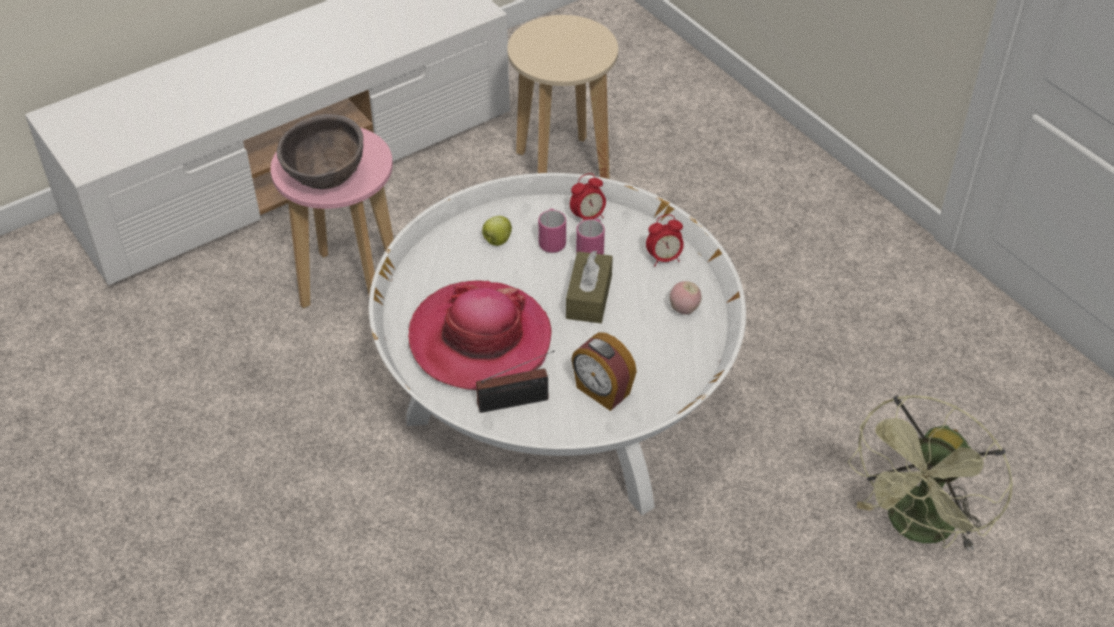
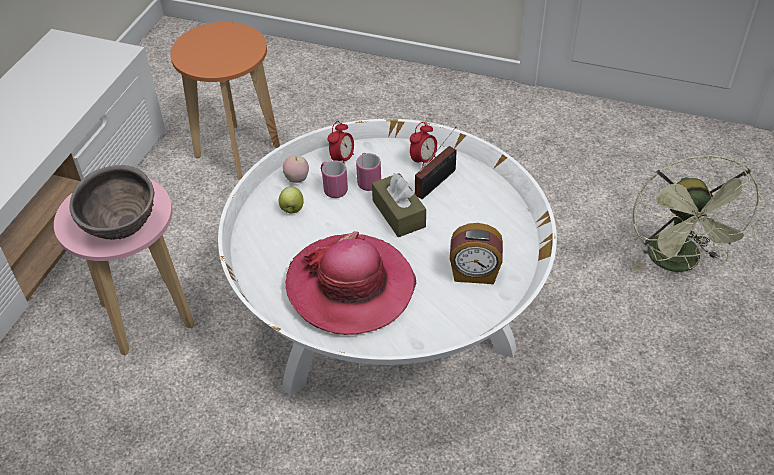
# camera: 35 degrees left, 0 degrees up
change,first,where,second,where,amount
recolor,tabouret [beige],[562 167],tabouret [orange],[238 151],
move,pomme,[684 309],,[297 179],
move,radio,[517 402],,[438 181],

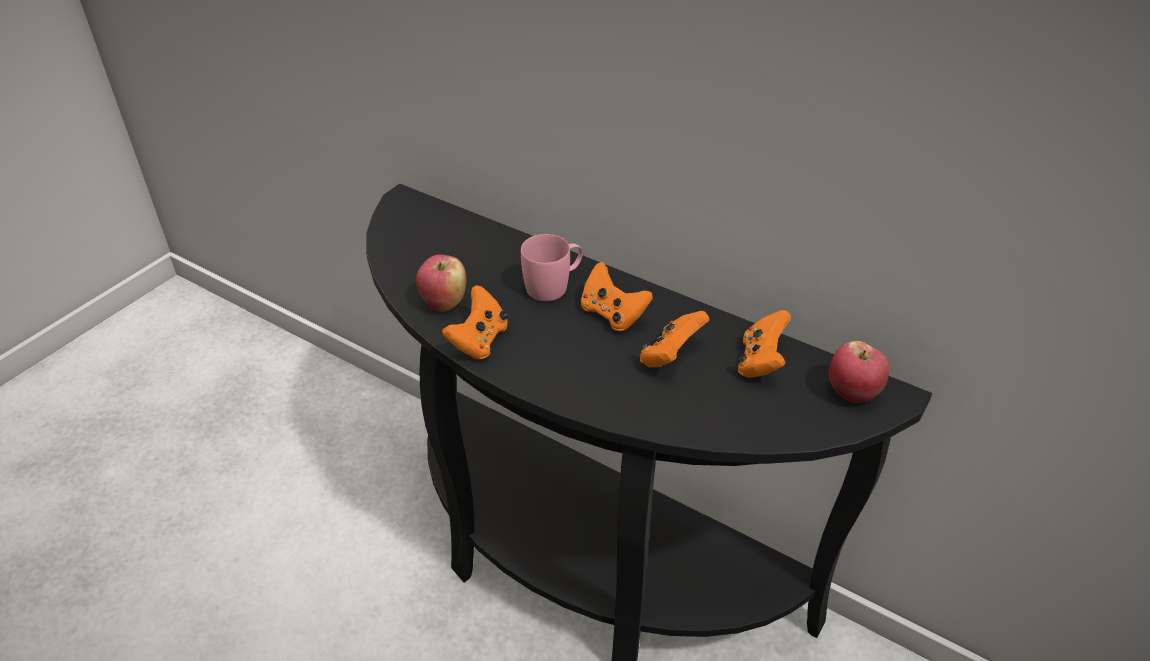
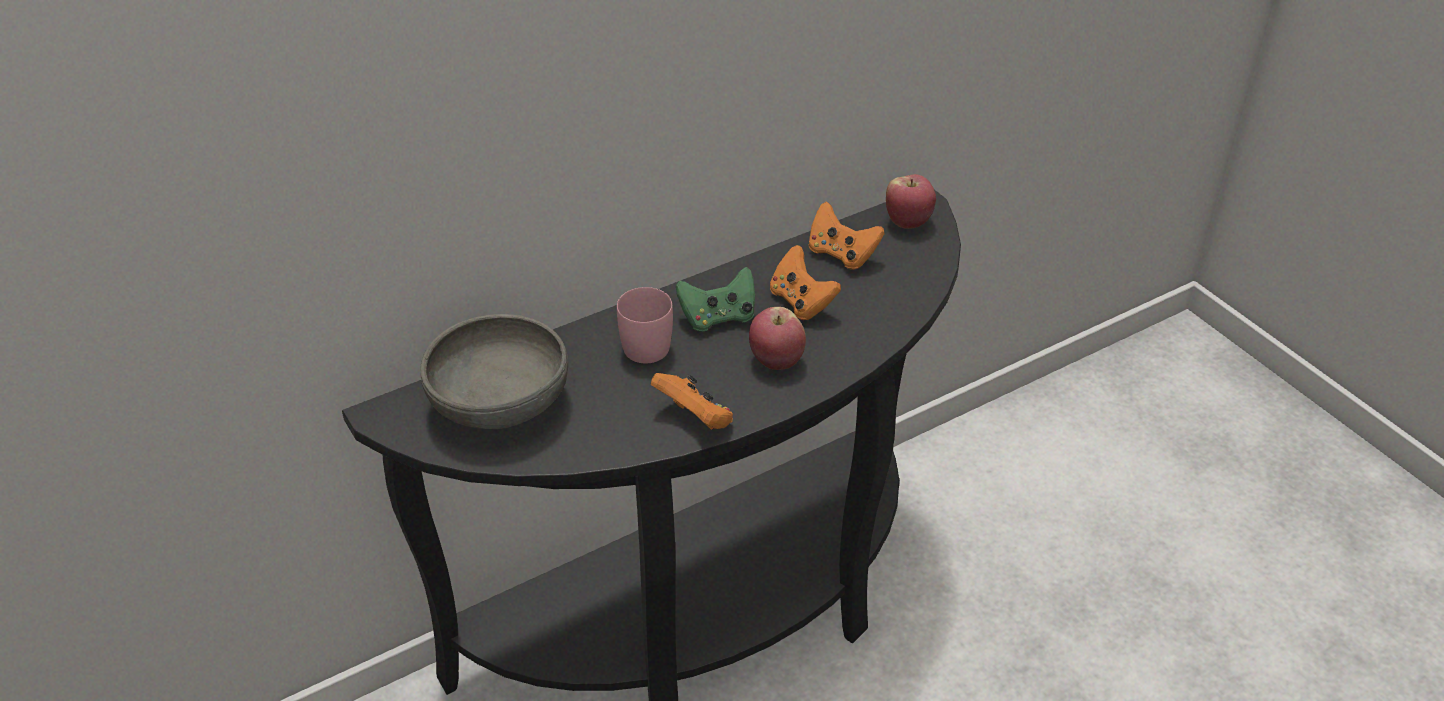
# camera: 65 degrees left, 0 degrees up
change,first,where,second,where,amount
move,pomme,[444 303],,[776 361],
recolor,manette [orange],[612 314],manette [vert],[718 318],
insert,,,bol [gris],[499 403],

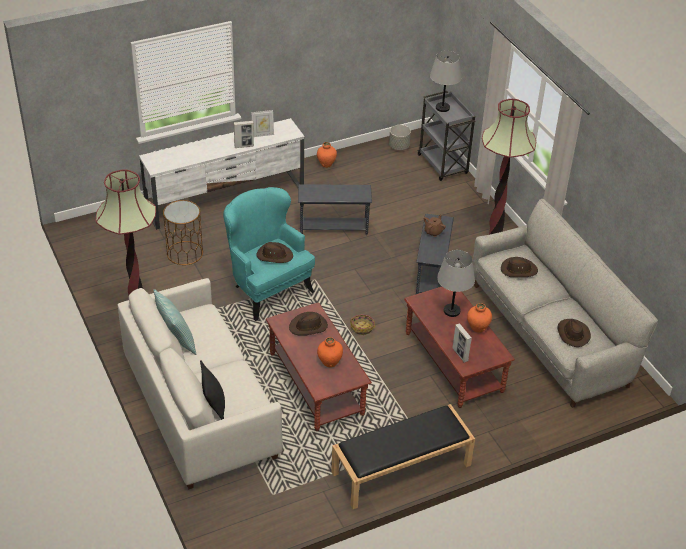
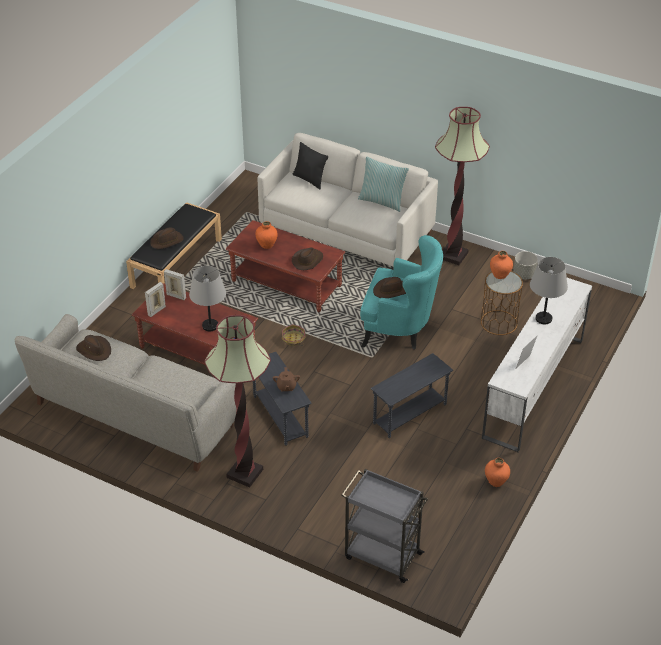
# camera: 145 degrees right, 0 degrees up
change,first,where,second,where,amount
move,lampe de table [gris],[442 108],,[543 319],
move,cadre photo,[244 146],,[156 311],
move,cache-pot [gris],[399 146],,[524 274],
move,chapeau [marron],[518 270],,[167 241],
move,vase [orange],[477 328],,[500 275],

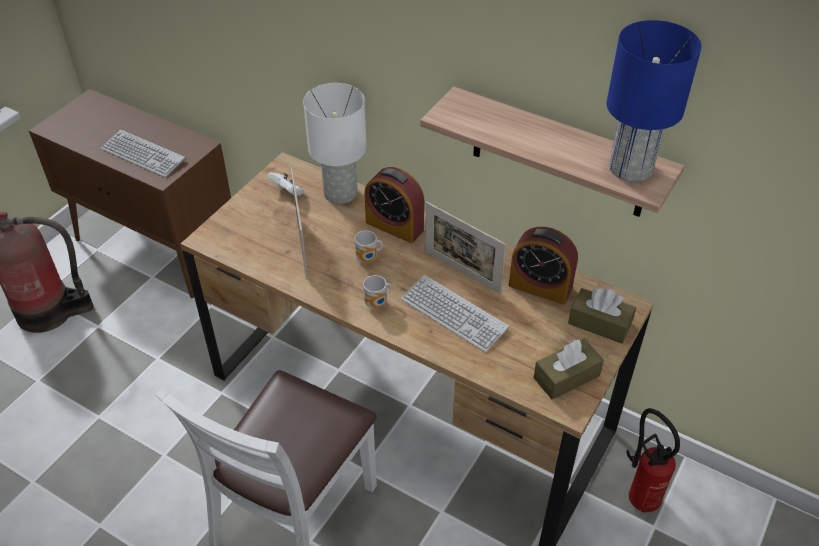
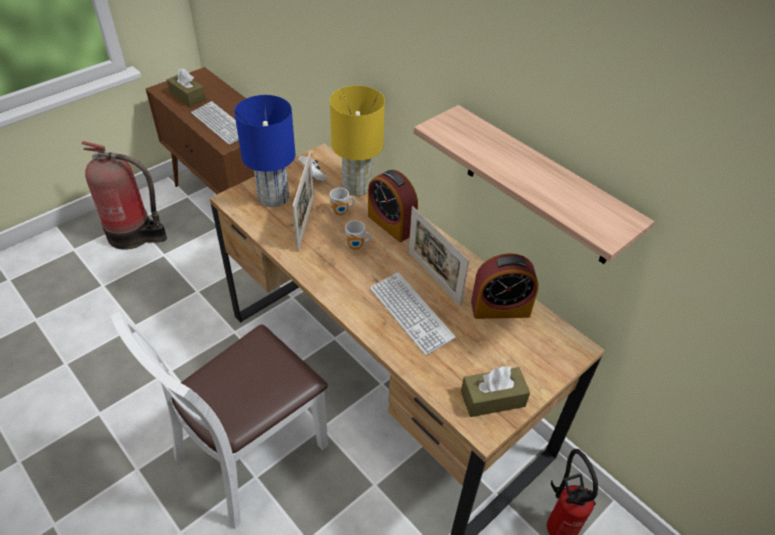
# camera: 15 degrees right, 0 degrees up
change,first,where,second,where,amount
move,lampe de table [bleu],[631 167],,[274 197],
recolor,lampe de table [blanc],[341 193],lampe de table [jaune],[358 186],
rotate,réveil,[540 286],,[500 308],45 degrees counterclockwise
move,mug,[377 304],,[341 213],
move,boîte à mouchoirs [marron],[599 323],,[187 96],

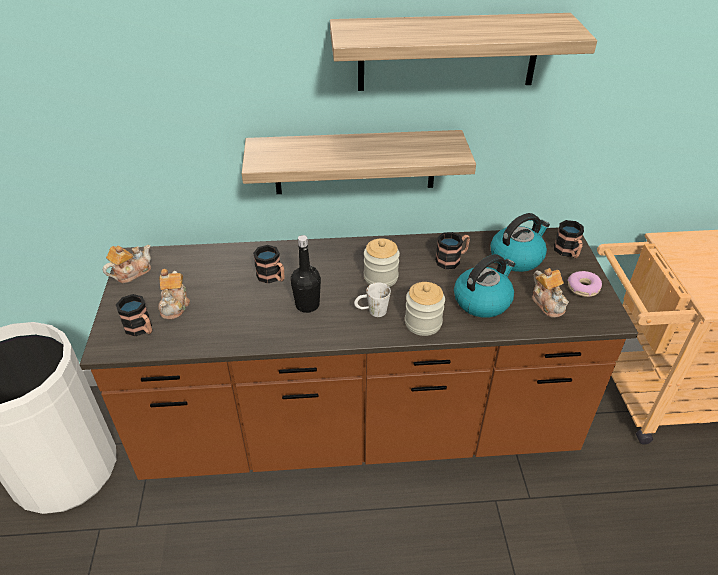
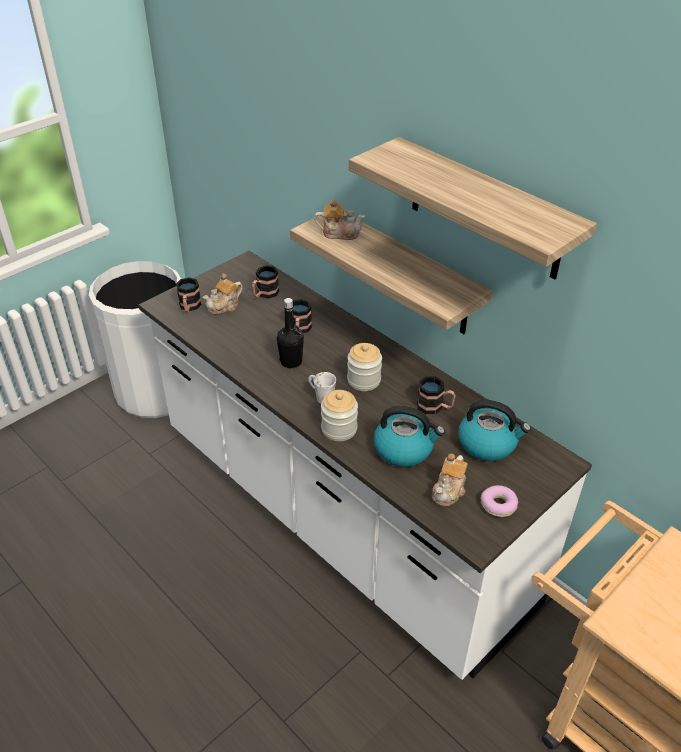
# camera: 50 degrees right, 0 degrees up
change,first,where,second,where,amount
move,mug,[568 252],,[264 294],
recolor,comptoir de cuisine [marron],[359 427],comptoir de cuisine [blanc],[339 516],
move,théière,[131 272],,[340 233],

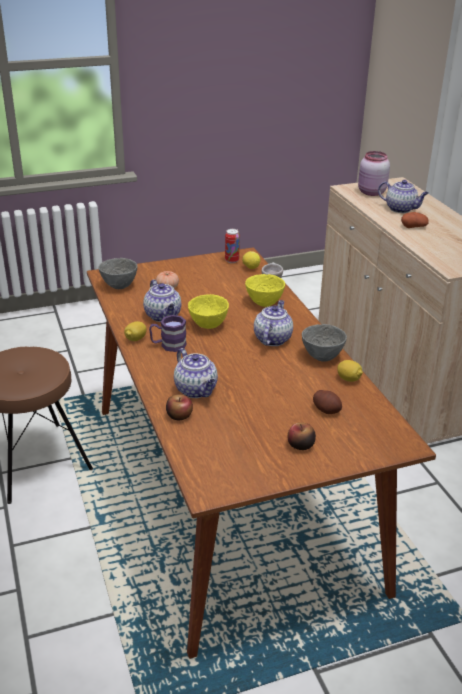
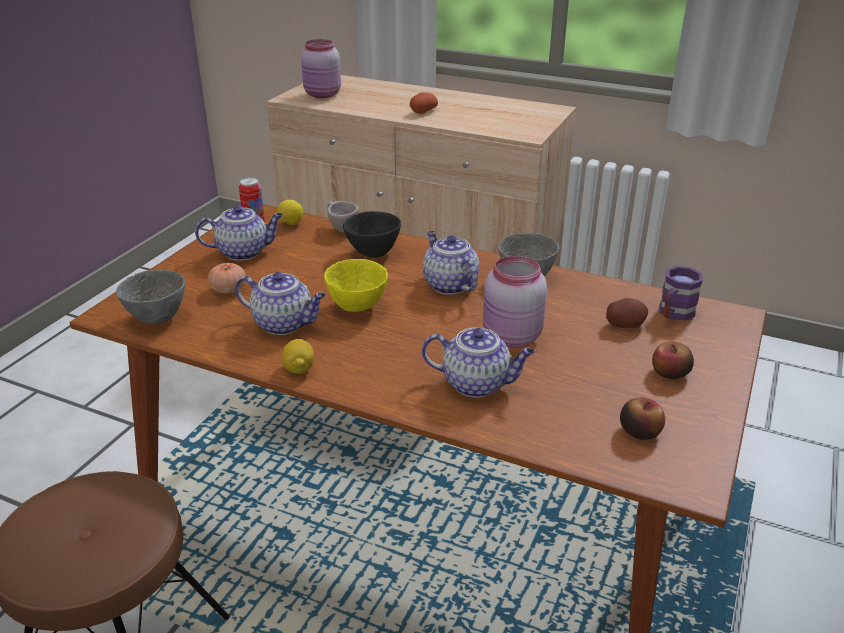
# camera: 45 degrees left, 0 degrees up
change,first,where,second,where,amount
move,théière,[401 209],,[244 252],
recolor,bol [jaune],[264 303],bol [noir],[373 253],
move,mug [violet],[168 345],,[673 314],
delete,citron,[349 379],,,
move,pomme,[179 415],,[640 431],
insert,,,bocal [rose],[510 337],

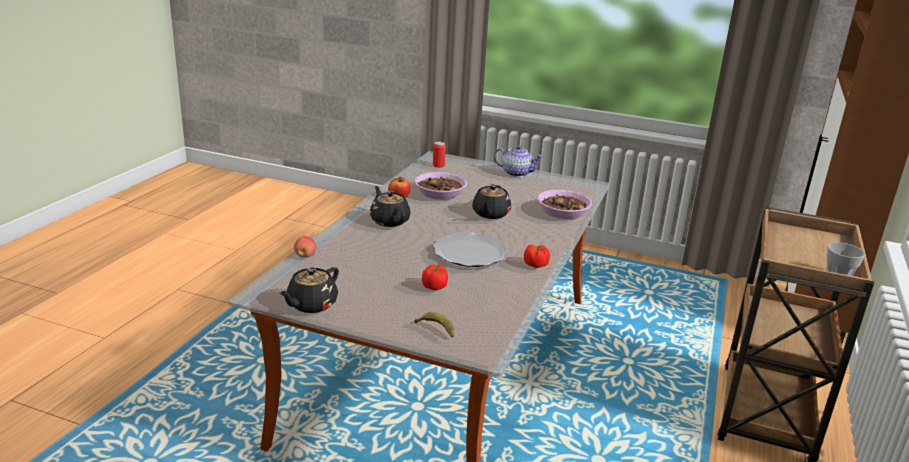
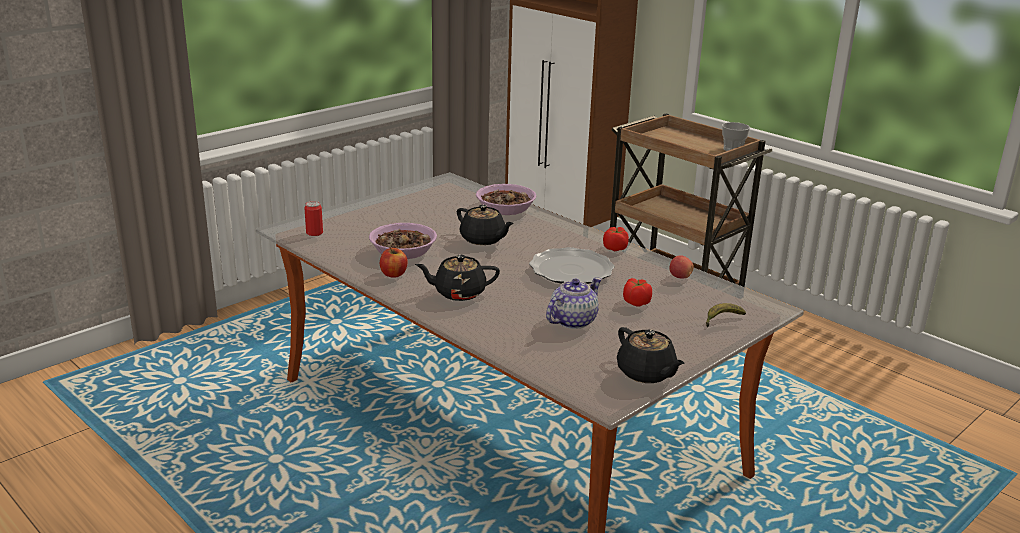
# camera: 65 degrees left, 0 degrees up
change,first,where,second,where,amount
move,théière,[516 173],,[572 321],
move,pomme,[305 256],,[680 277],

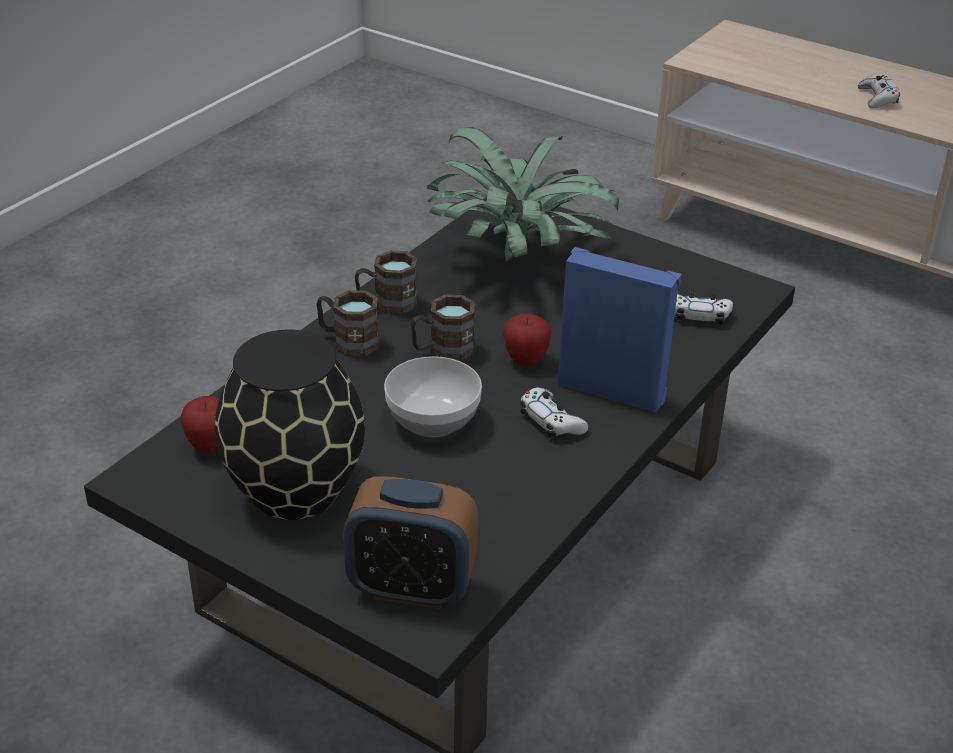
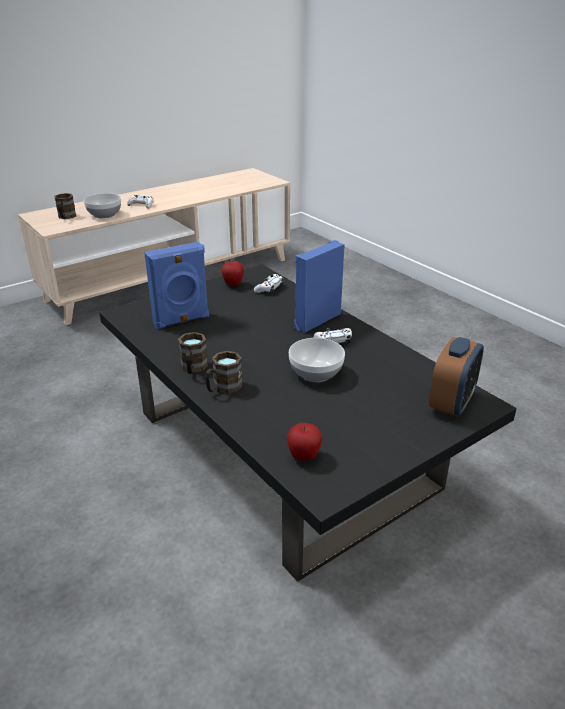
# camera: 70 degrees left, 5 degrees down
change,first,where,second,where,amount
replace,plante en pot,[518 259],enceinte [bleu],[181 321],
move,mug [marron],[442 350],,[66 217],
move,pomme,[525 360],,[233 284],
delete,vase [noir],[295 489],,,
insert,,,bol,[105 215],

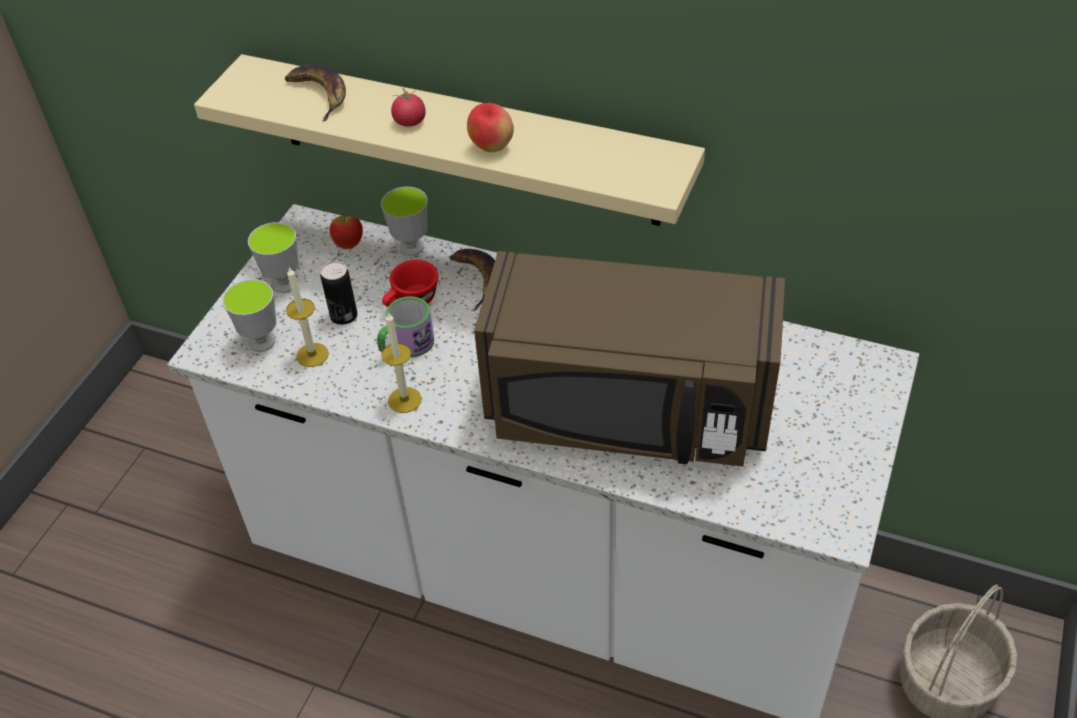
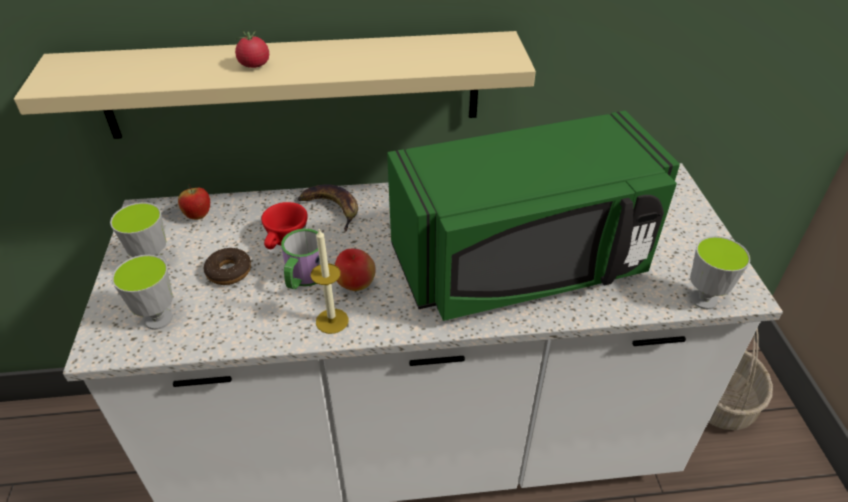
# camera: 30 degrees left, 5 degrees down
change,first,where,second,where,amount
delete,banane,[320 94],,,
move,pomme,[492 147],,[356 285],
move,tasse,[411 247],,[703 299],
recolor,micro-ondes [marron],[628 410],micro-ondes [vert],[524 264],
replace,boîte métallique,[344 316],beignet,[229 271],
delete,bougie,[312 355],,,

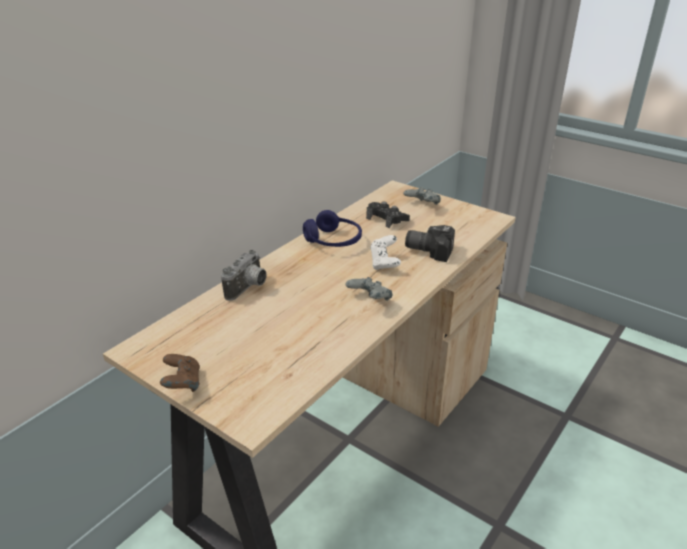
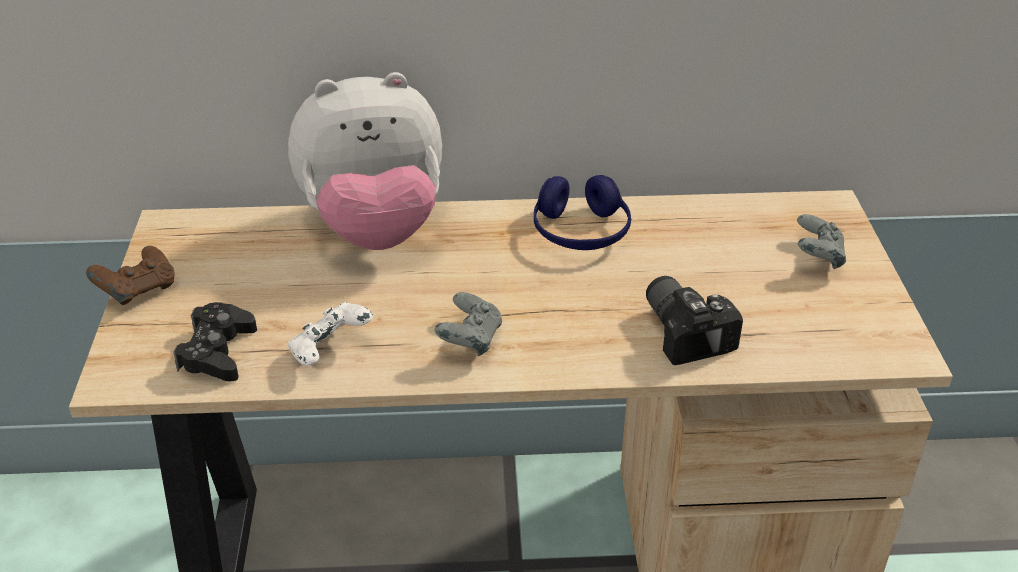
# camera: 50 degrees right, 5 degrees up
change,first,where,second,where,amount
move,manette [noir],[386 219],,[217 352],
move,manette [blanc],[384 263],,[330 351],
replace,appareil photo,[249 288],peluche,[375 230],

